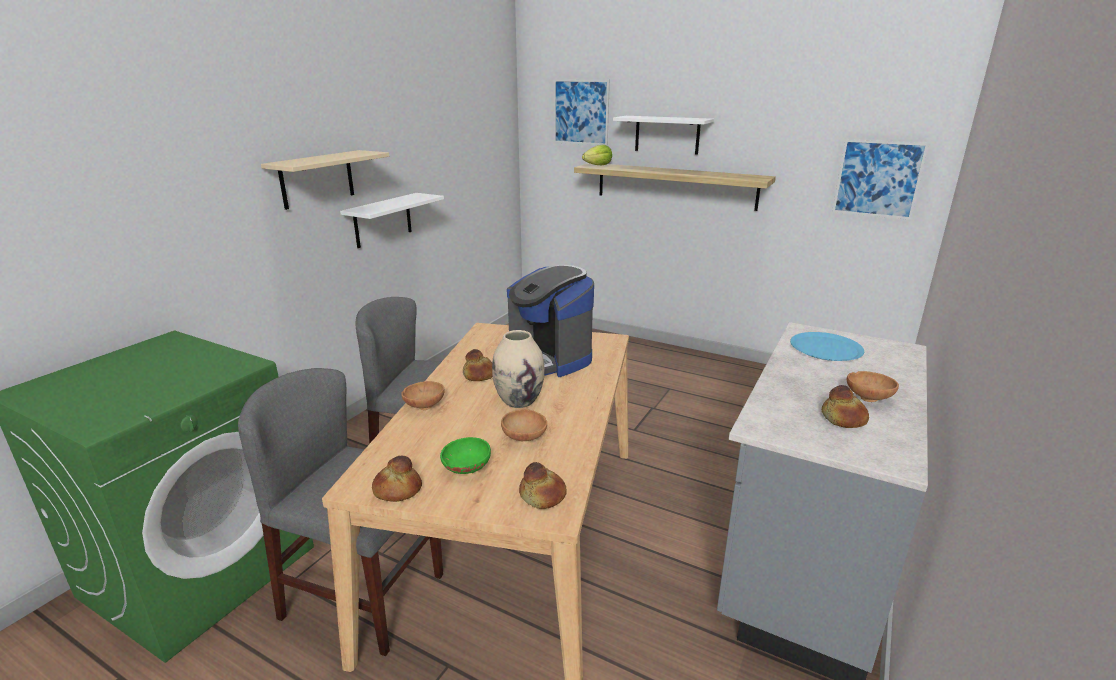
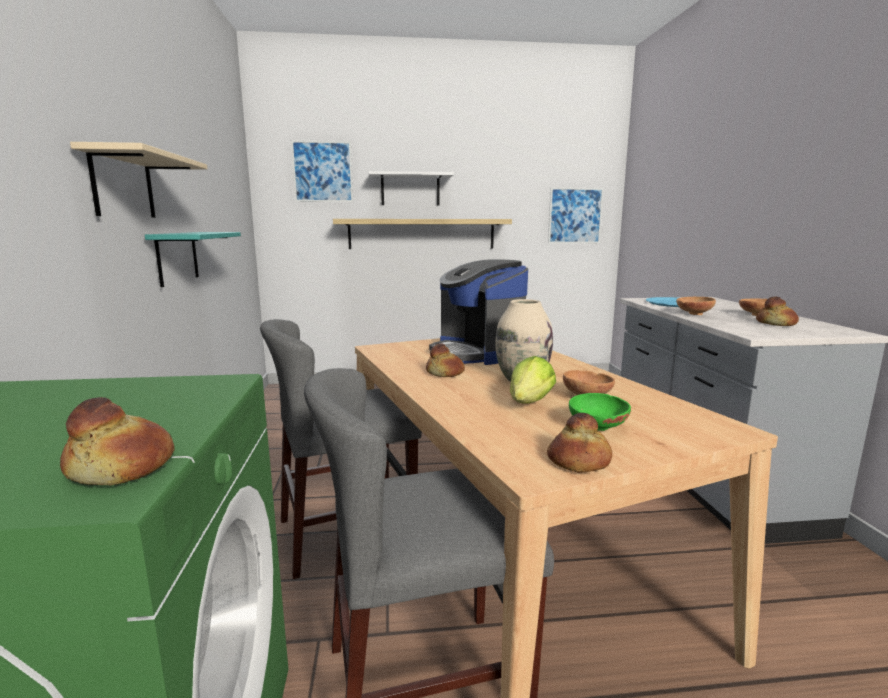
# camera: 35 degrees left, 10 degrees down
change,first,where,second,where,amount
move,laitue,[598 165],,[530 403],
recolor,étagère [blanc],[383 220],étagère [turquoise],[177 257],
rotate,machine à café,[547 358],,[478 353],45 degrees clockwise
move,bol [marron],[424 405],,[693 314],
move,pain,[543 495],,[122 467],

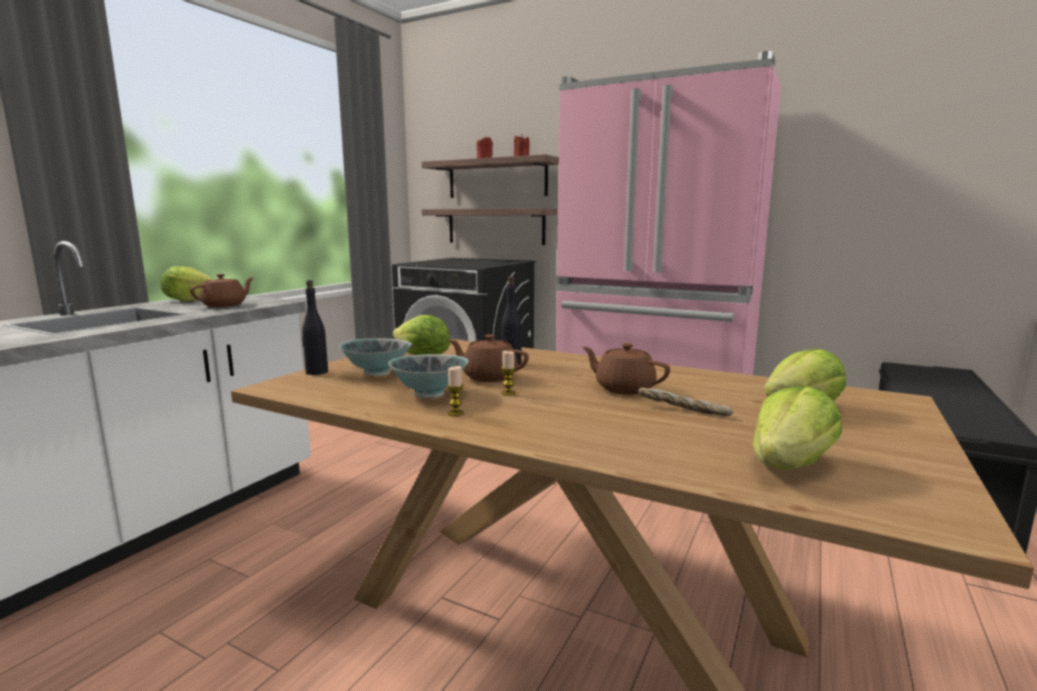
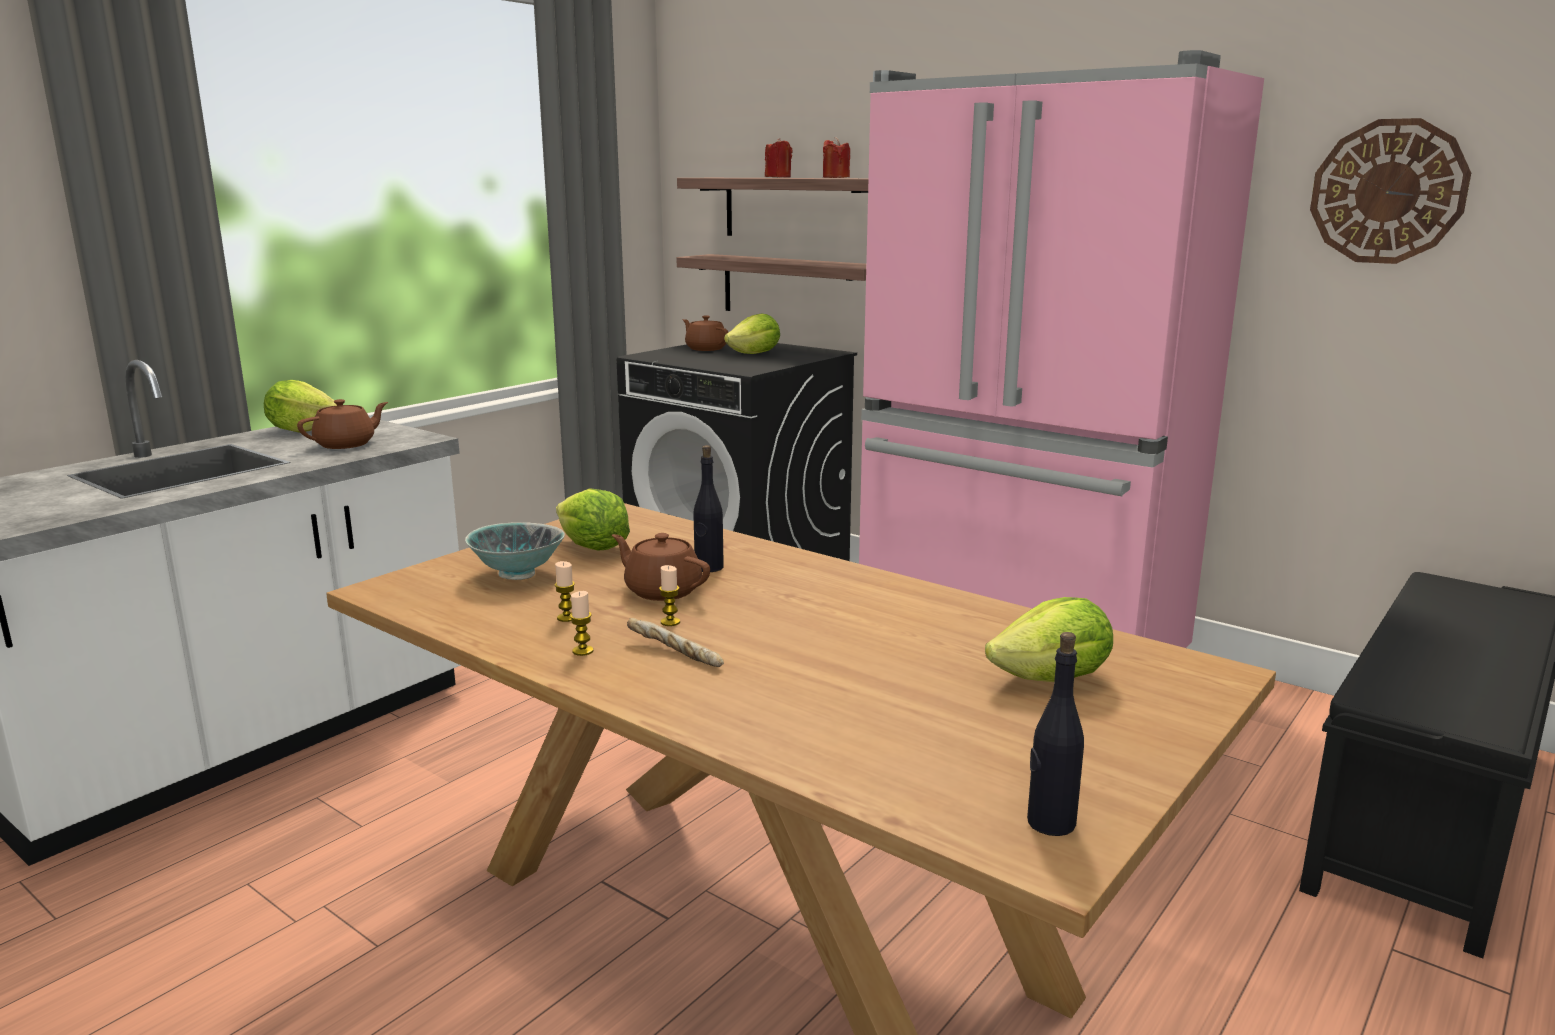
# camera: 10 degrees right, 5 degrees up
change,first,where,second,where,amount
move,bouteille [noir],[316 372],,[1050 823],
move,théière [marron],[623 388],,[705 349],
replace,bol,[429 395],bougie,[566 618],
move,laitue,[790 465],,[755 354],
move,pain,[683 411],,[674 654],
insert,,,horloge murale,[1387 192],

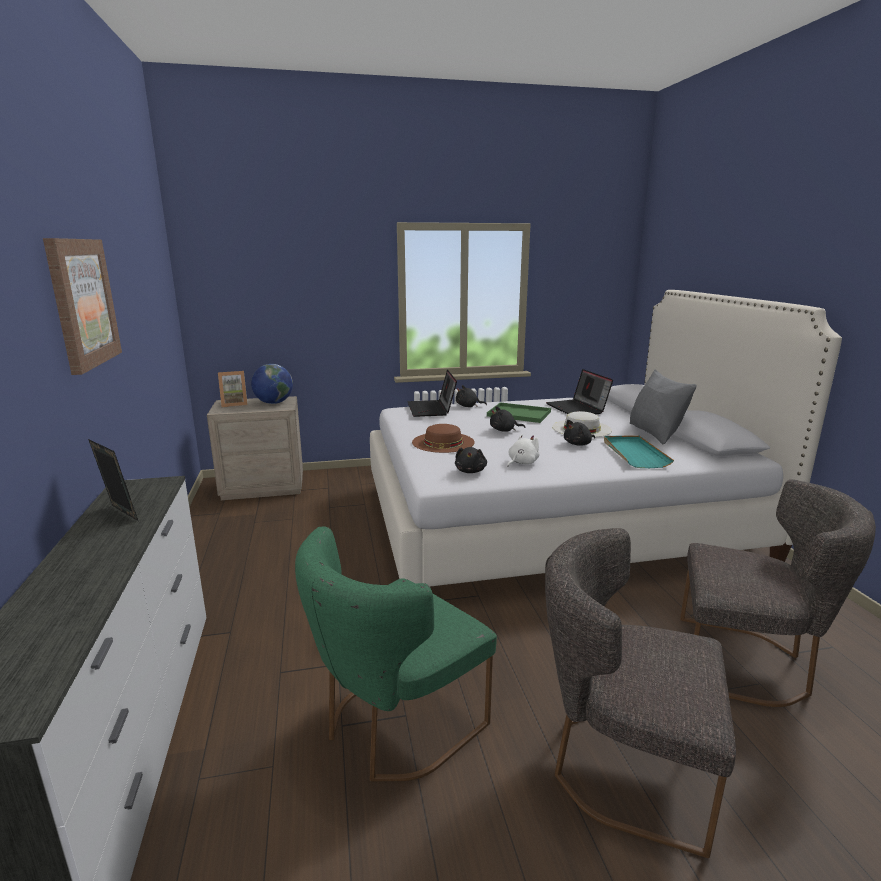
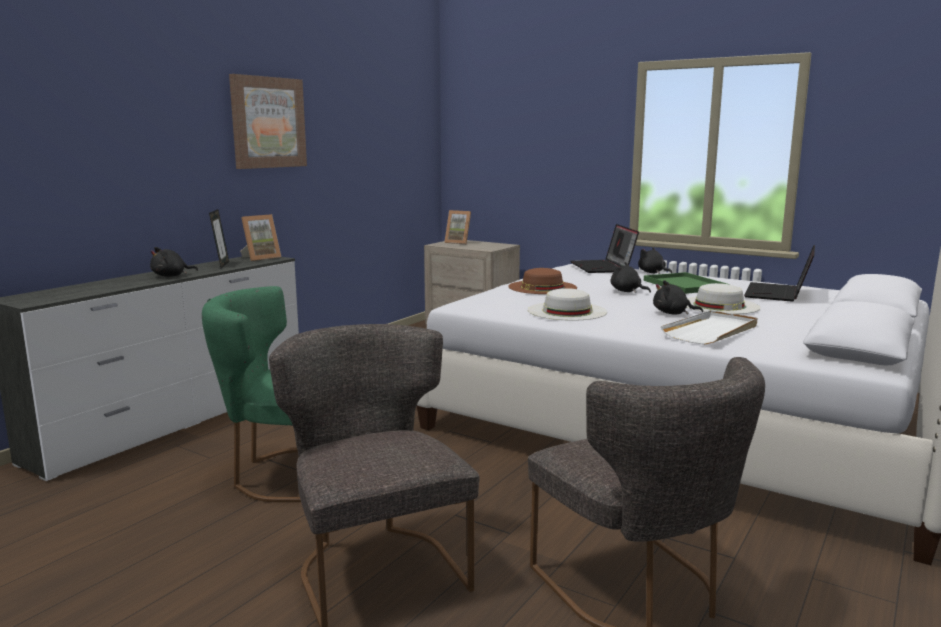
# camera: 45 degrees right, 5 degrees down
change,first,where,second,where,amount
delete,globe,[273 403],,,
rotate,ordinateur portable,[432 409],,[603 267],45 degrees counterclockwise
delete,coussin [gris],[655 433],,,
replace,peluche [blanc],[522 463],chapeau [blanc],[567 311],
recolor,plateau [turquoise],[634 454],plateau [blanc],[711 331],
move,peluche [noir],[470 471],,[171 276],
insert,,,cadre photo,[260 258],

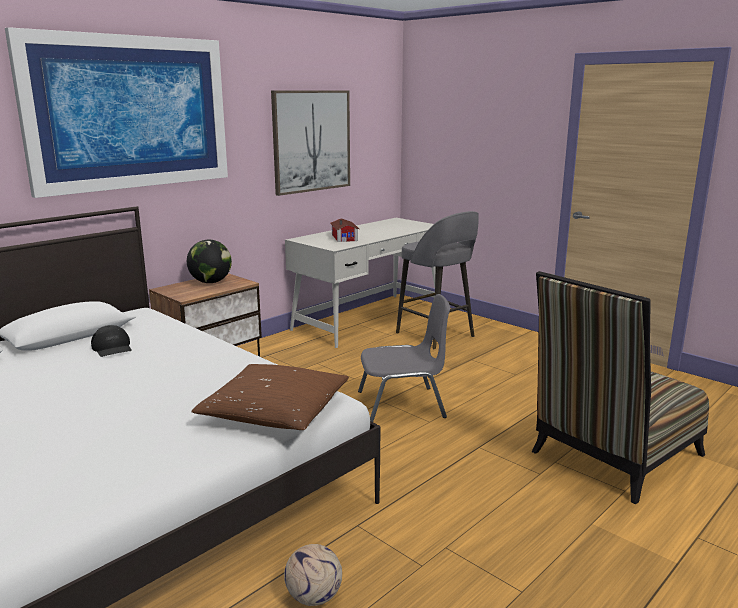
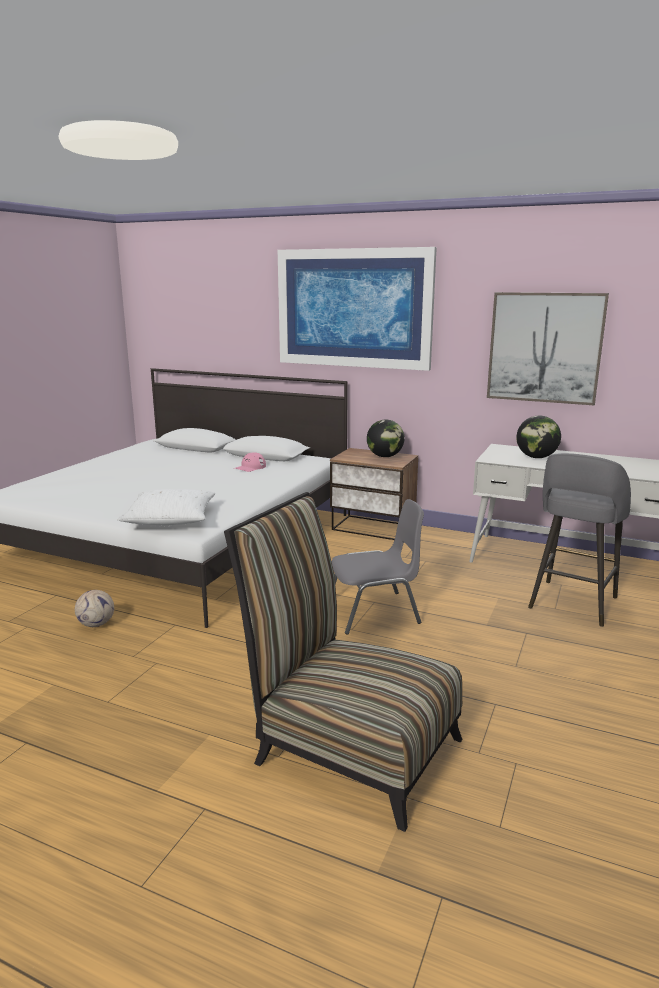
# camera: 70 degrees right, 0 degrees up
change,first,where,second,where,amount
replace,maison miniature,[345 237],globe,[536 457],
rotate,chaise [gris],[402 405],,[374 612],75 degrees counterclockwise
recolor,casquette [noir],[112 348],casquette [rose],[250 467],
recolor,coussin [marron],[275 412],coussin [blanc],[170 519],

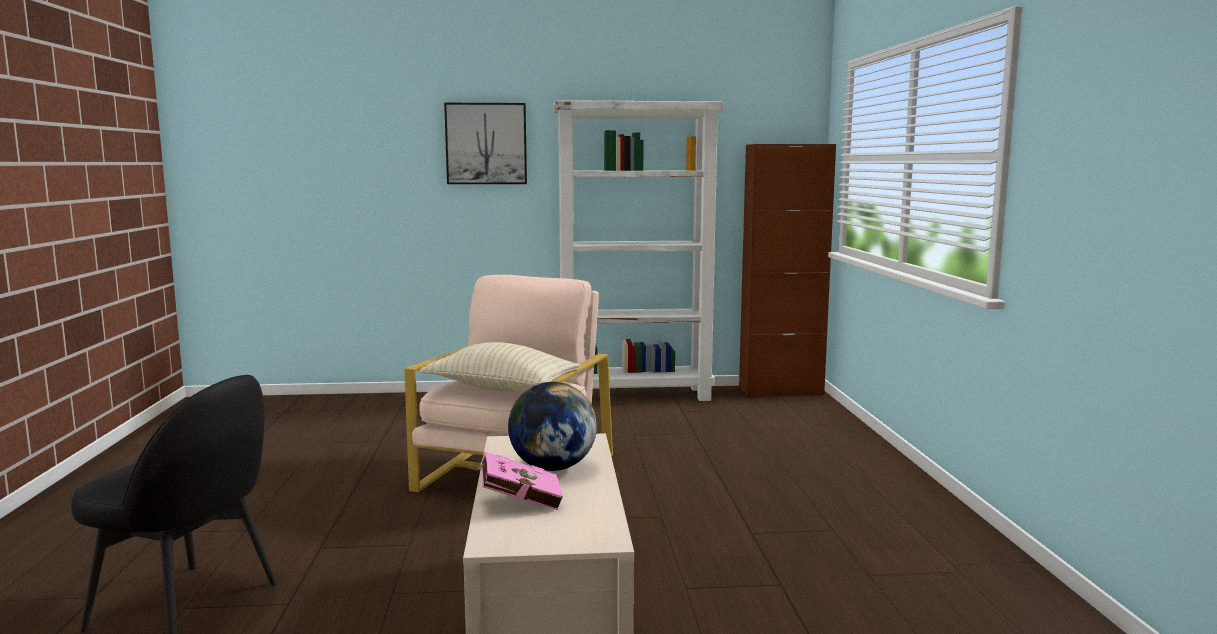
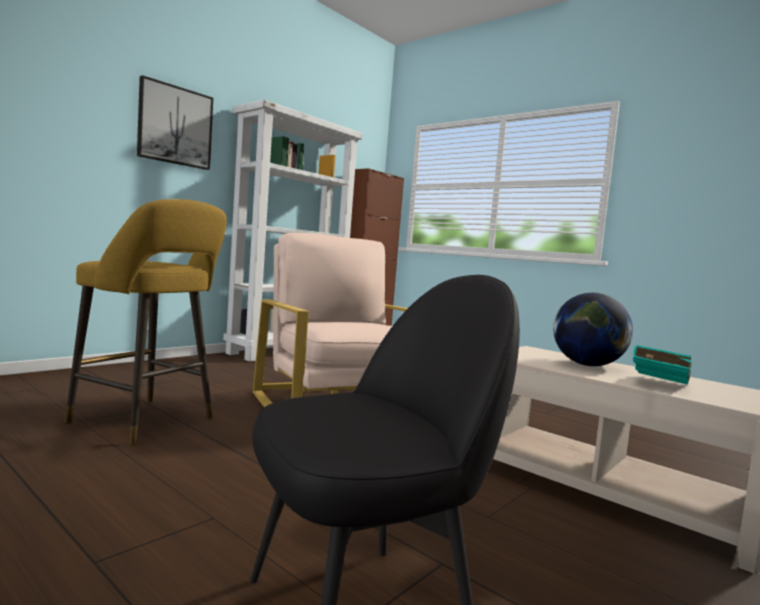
# camera: 45 degrees left, 5 degrees down
change,first,where,second,where,amount
delete,coussin [beige],[501 388],,,
recolor,livre [rose],[517 502],livre [turquoise],[658 385],
insert,,,tabouret [jaune],[147 422],

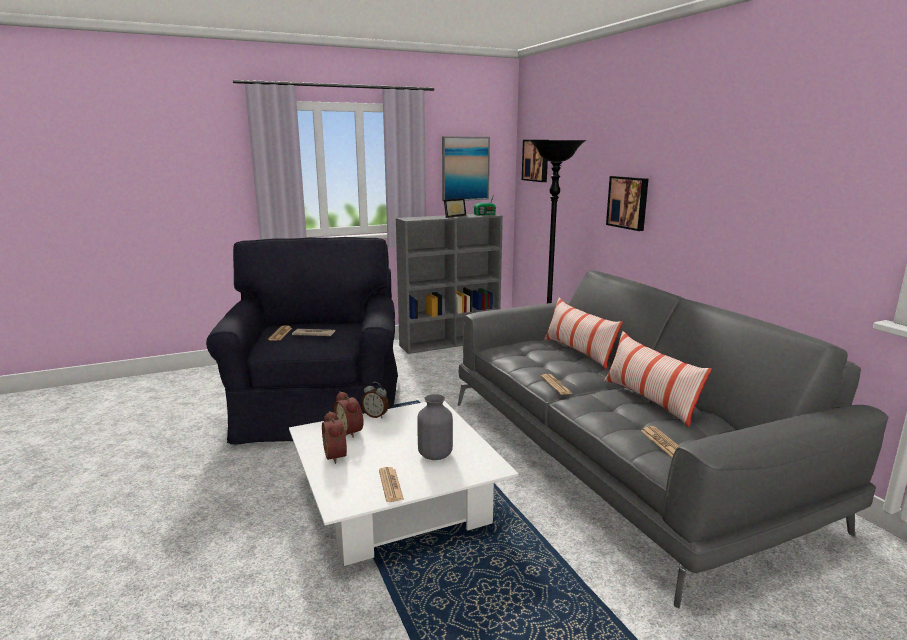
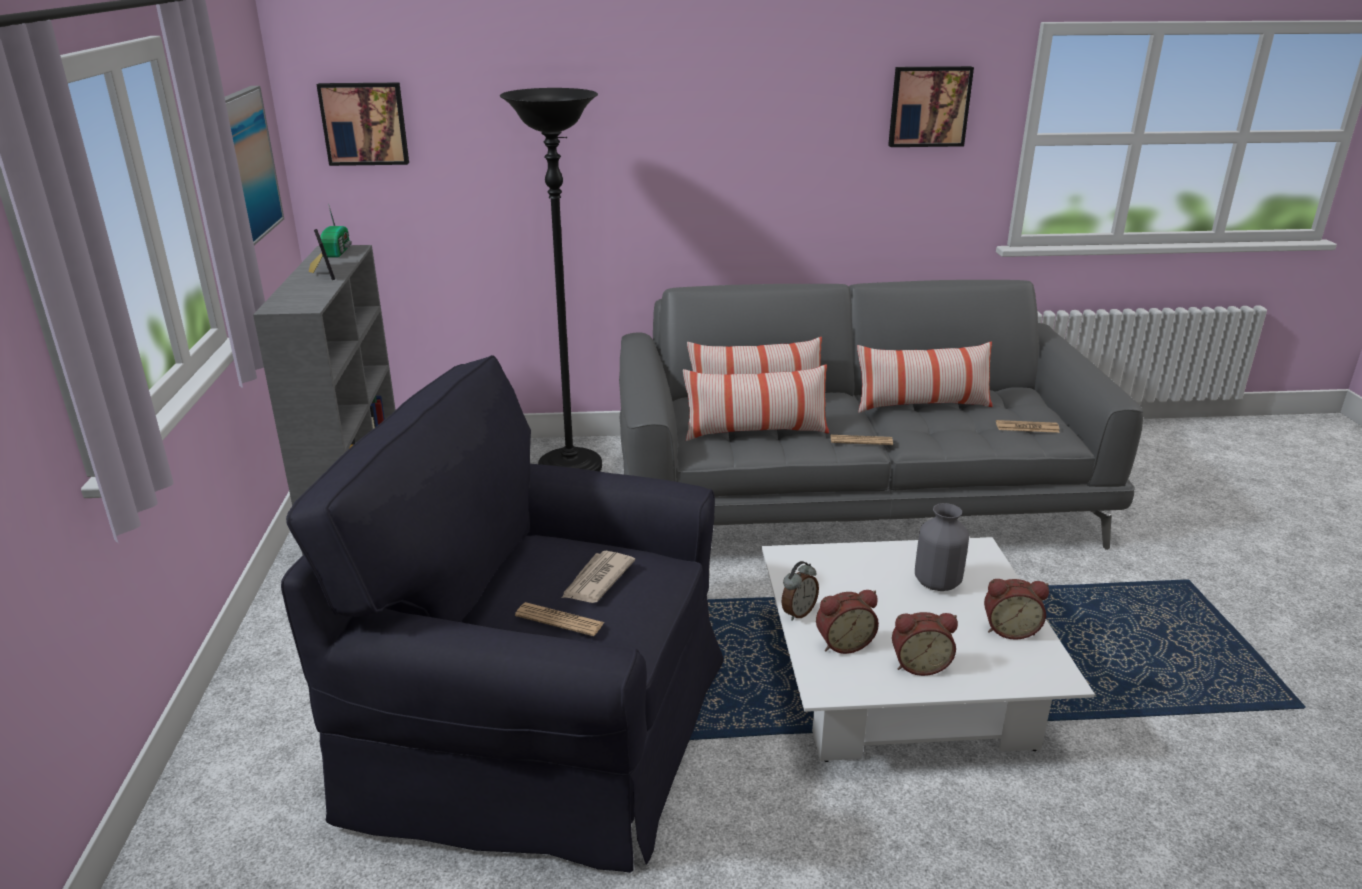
# camera: 70 degrees left, 10 degrees up
change,first,where,second,where,amount
move,tableau,[628 202],,[928 106],
replace,journal,[390 485],réveil,[1009 629],
insert,,,coussin,[755 432],

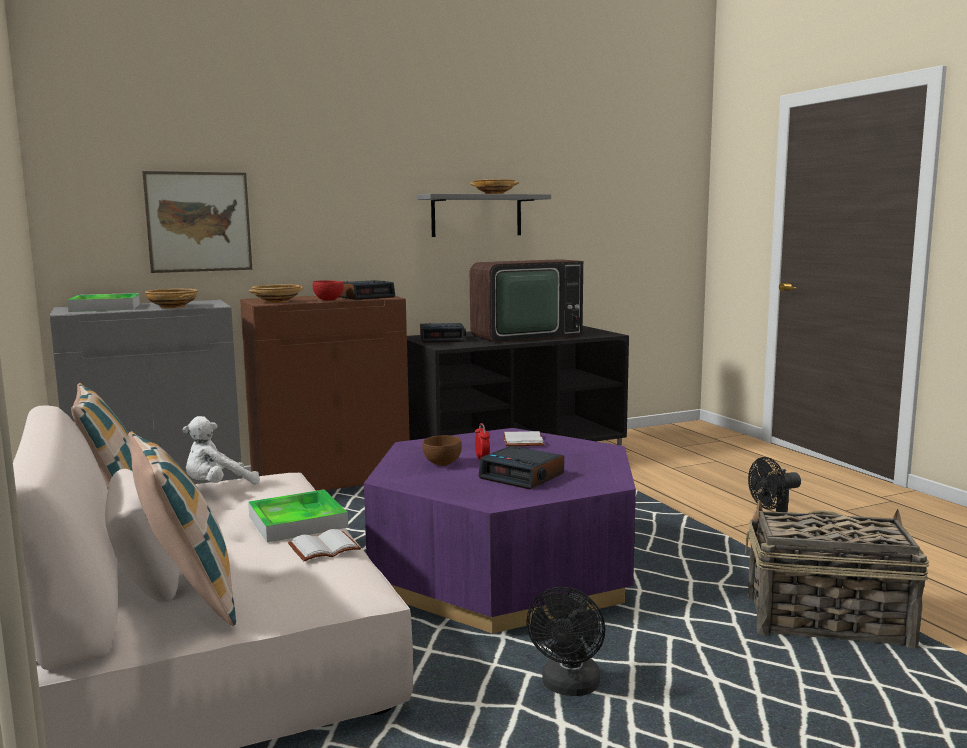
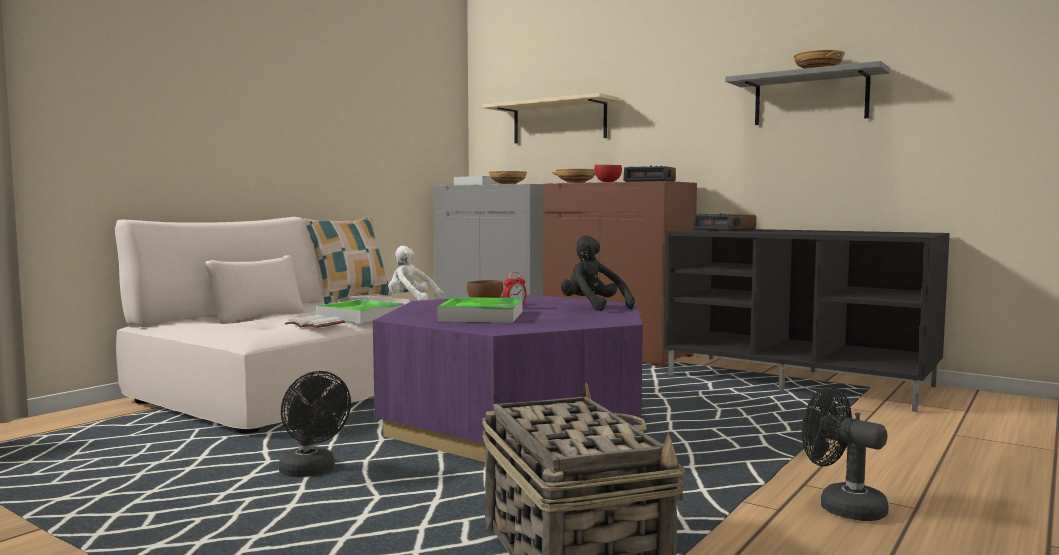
# camera: 60 degrees right, 5 degrees down
change,first,where,second,where,amount
replace,tableau,[199 222],étagère [beige],[559 122],
delete,téléviseur,[522 335],,,
delete,coussin,[187 598],,,
replace,livre [blanc],[521 441],peluche [noir],[592 308],
replace,réveil,[523 476],plateau,[481 316],
rotate,ventilateur [noir],[569 687],,[311 472],120 degrees counterclockwise

